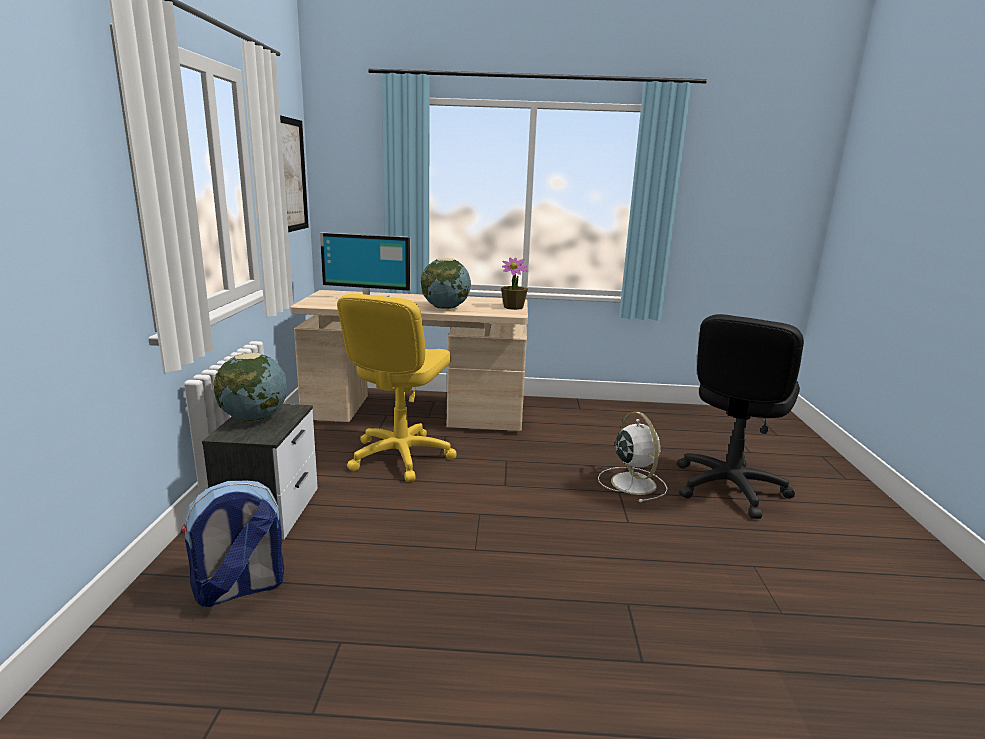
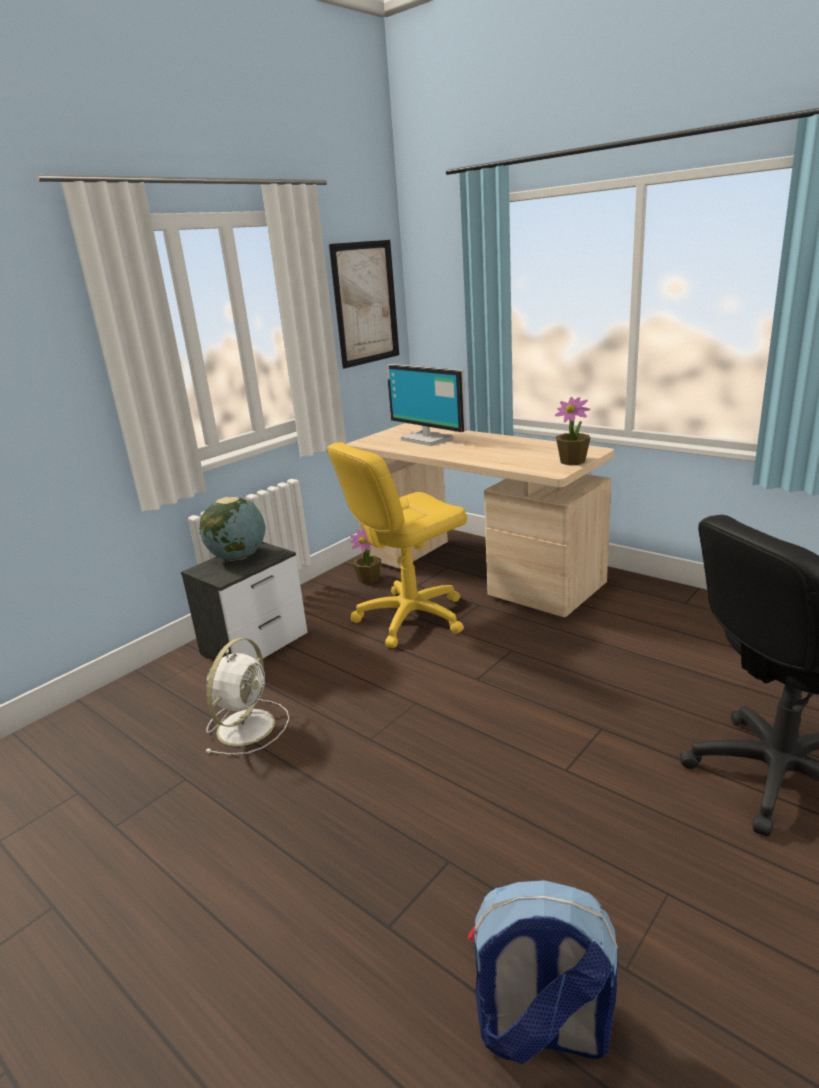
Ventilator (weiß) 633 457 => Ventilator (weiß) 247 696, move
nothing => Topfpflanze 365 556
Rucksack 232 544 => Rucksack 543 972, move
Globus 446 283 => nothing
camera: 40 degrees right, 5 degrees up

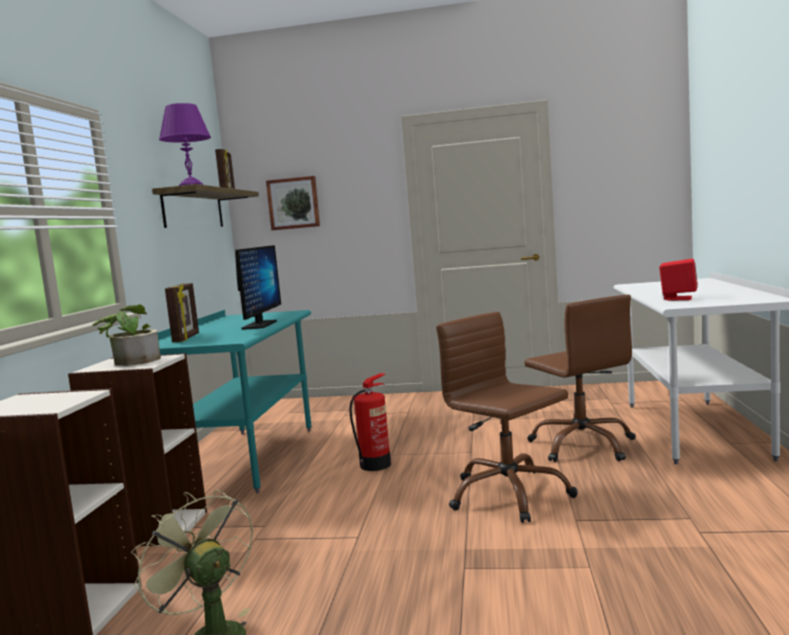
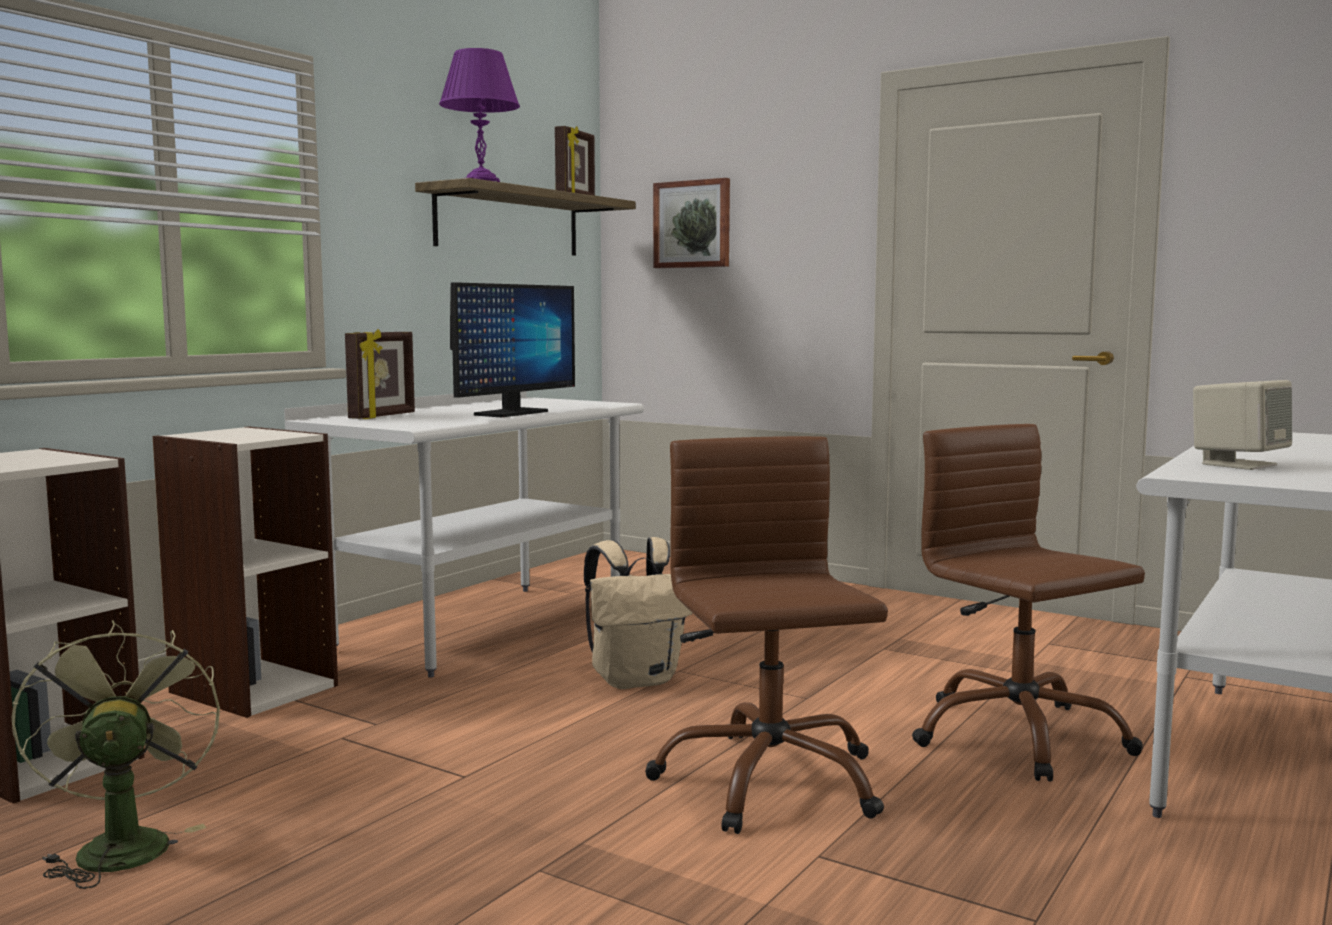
Schreibtisch (türkis) 235 401 => Schreibtisch (weiß) 464 534
Feuerlöscher 370 422 => Rucksack (beige) 638 613
Bürostuhl (braun) 580 378 => Bürostuhl (braun) 1028 602, 150 degrees clockwise
Lautsprecher (rot) 678 280 => Lautsprecher (beige) 1242 425
Topfpflanze 126 335 => nothing
camera: 25 degrees right, 0 degrees up

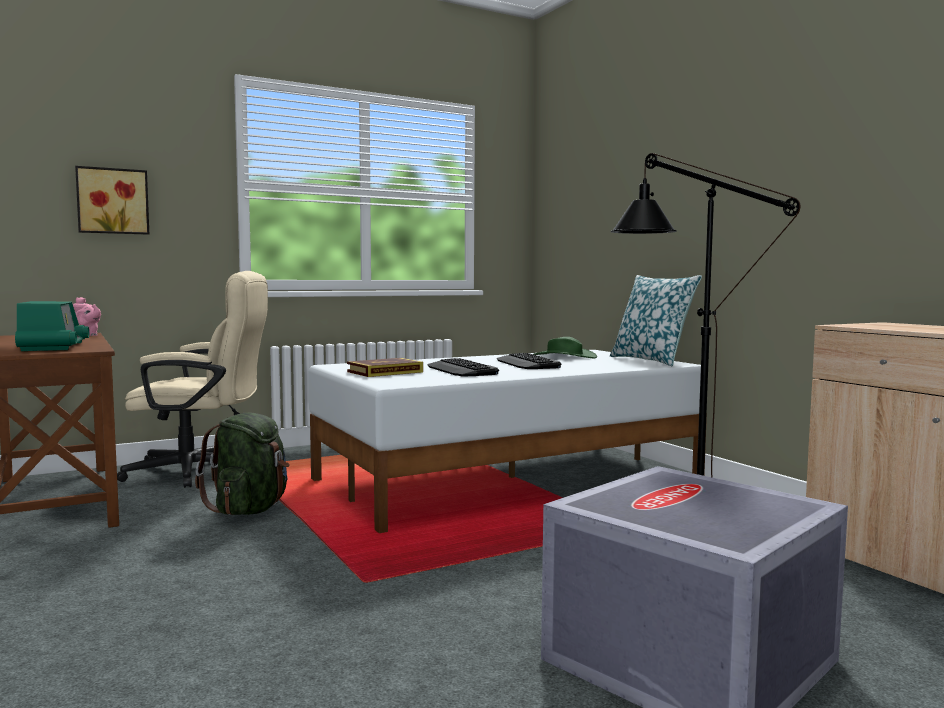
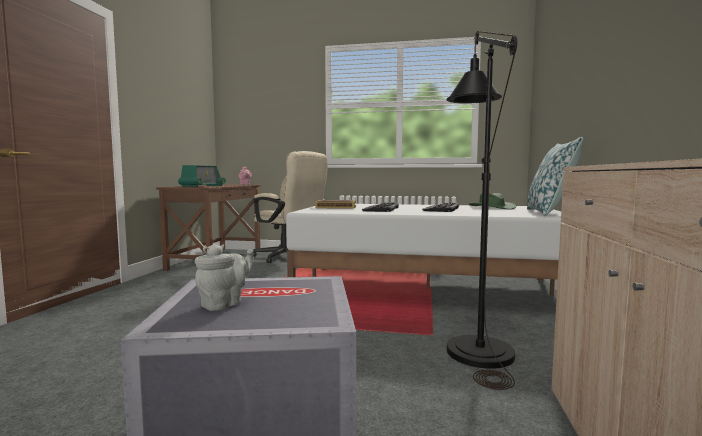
nothing => Teekanne (grau) 224 277
Bild 112 200 => nothing
Rucksack (grün) 242 464 => nothing
camera: 40 degrees right, 0 degrees up

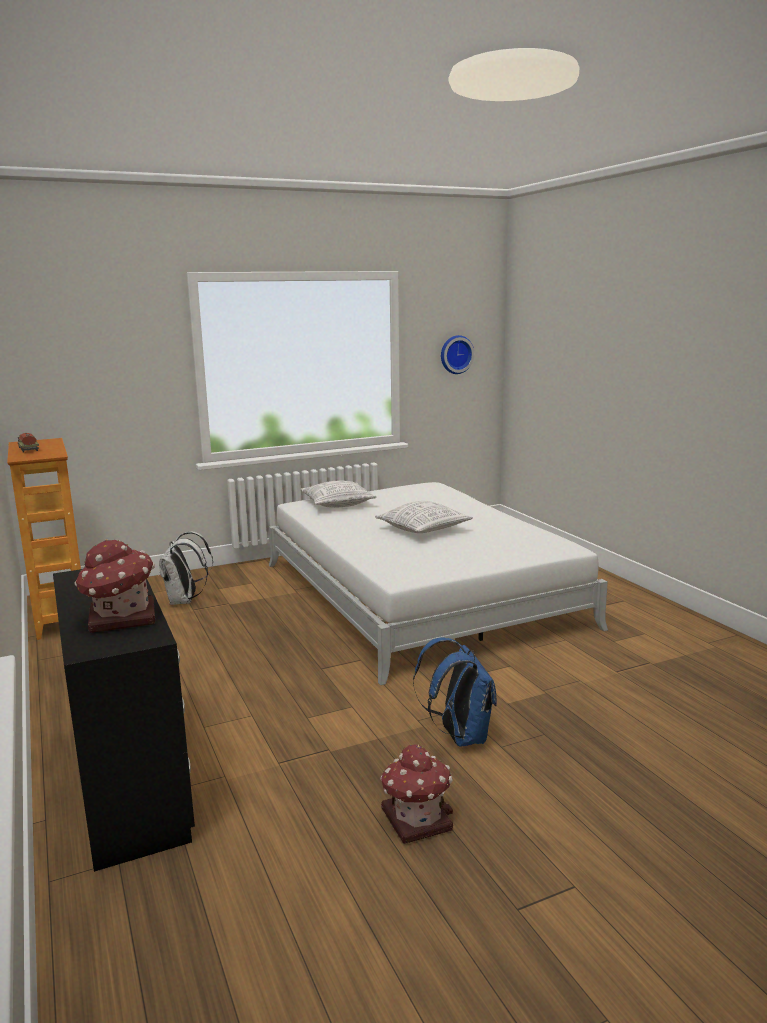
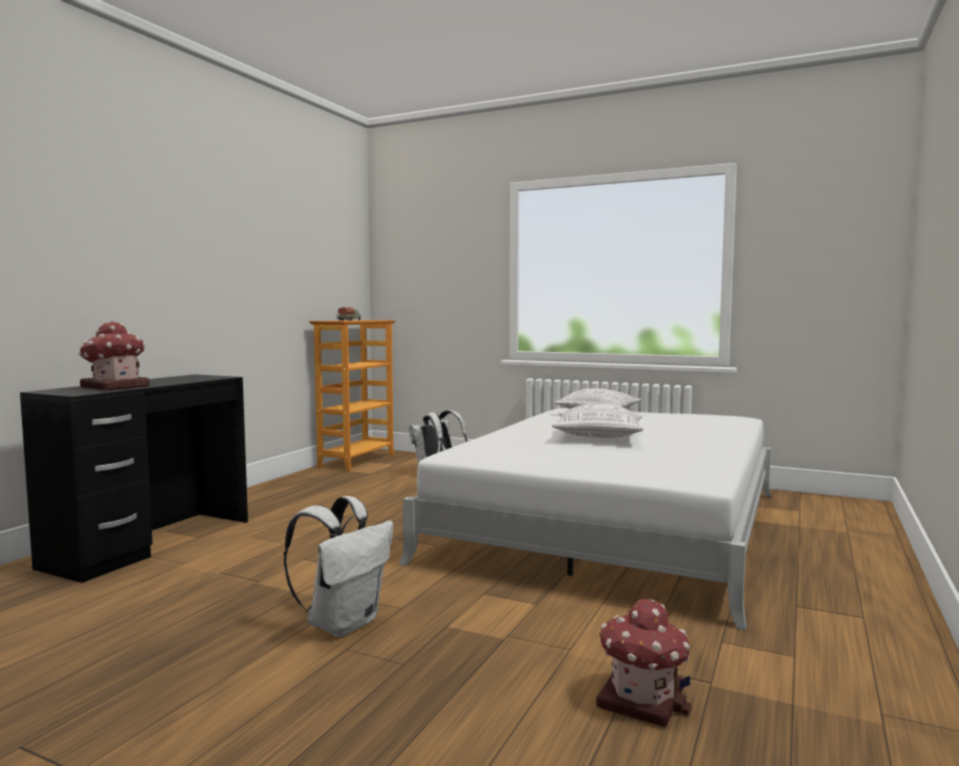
Rucksack (blau) 455 692 => Rucksack (weiß) 338 566
Spielzeughaus 416 794 => Spielzeughaus 644 662, move
Wanduhr 458 354 => nothing
camera: 50 degrees right, 10 degrees down

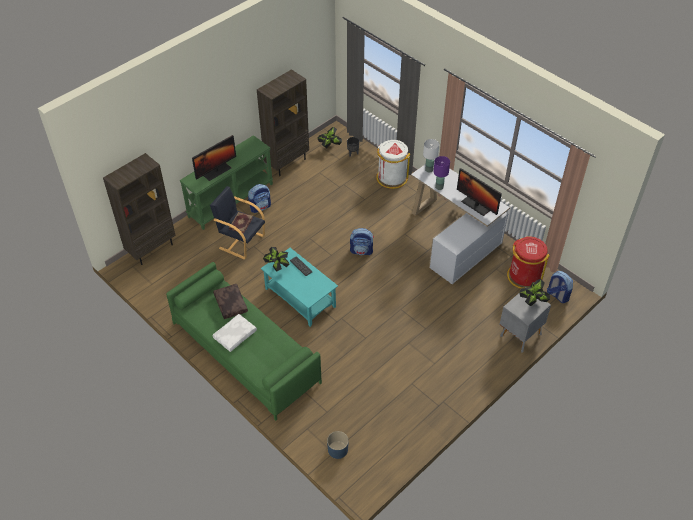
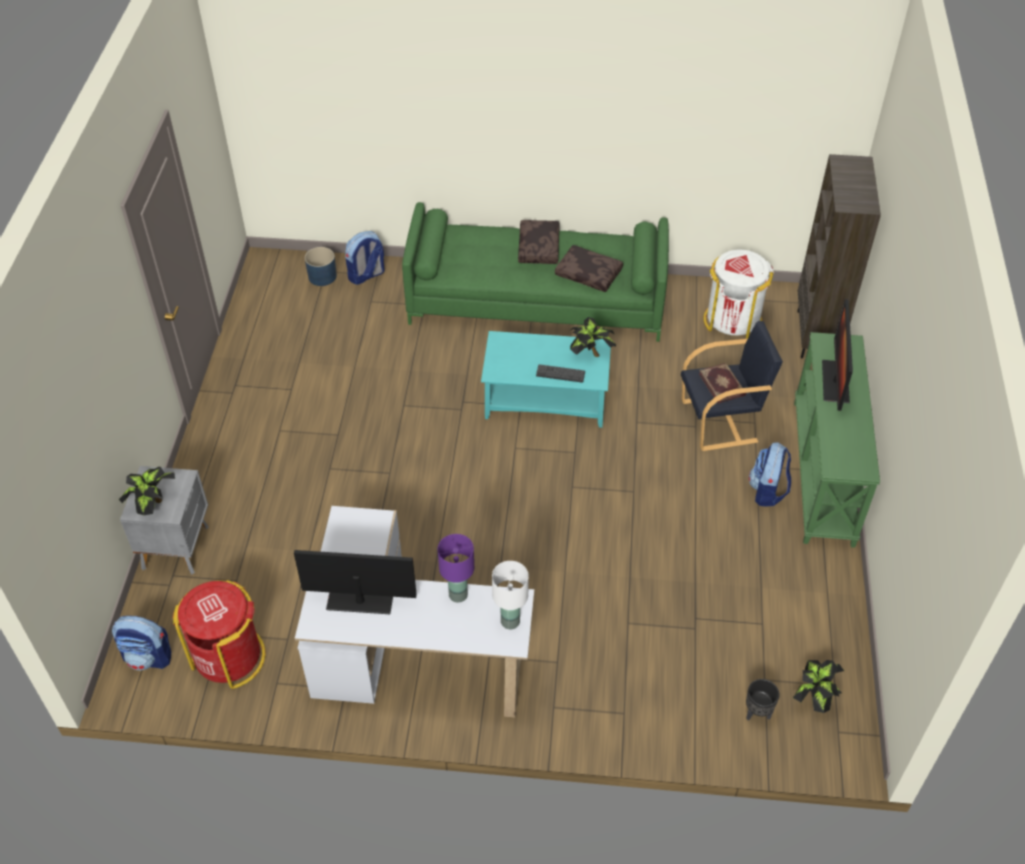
Rucksack 362 241 => Rucksack 365 258, move
Kissen (weiß) 234 333 => Kissen (braun) 539 242
Mülleimer (weiß) 393 164 => Mülleimer (weiß) 738 294, move
Bücherregal (braun) 283 122 => nothing
camera: 140 degrees right, 0 degrees up

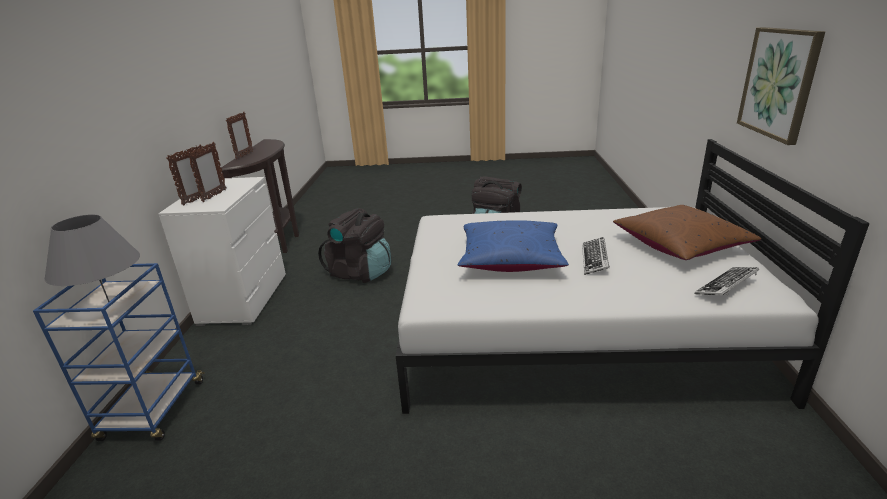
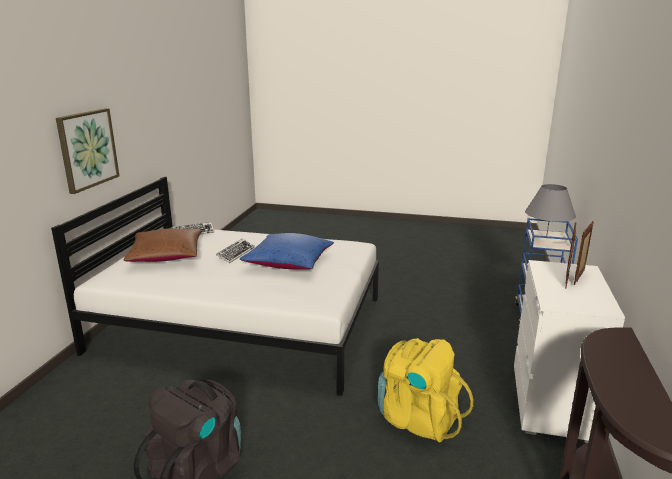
Rucksack (schwarz) 354 245 => Rucksack (gelb) 425 390
Bilderrahmen 239 135 => nothing
camera: 170 degrees left, 5 degrees down

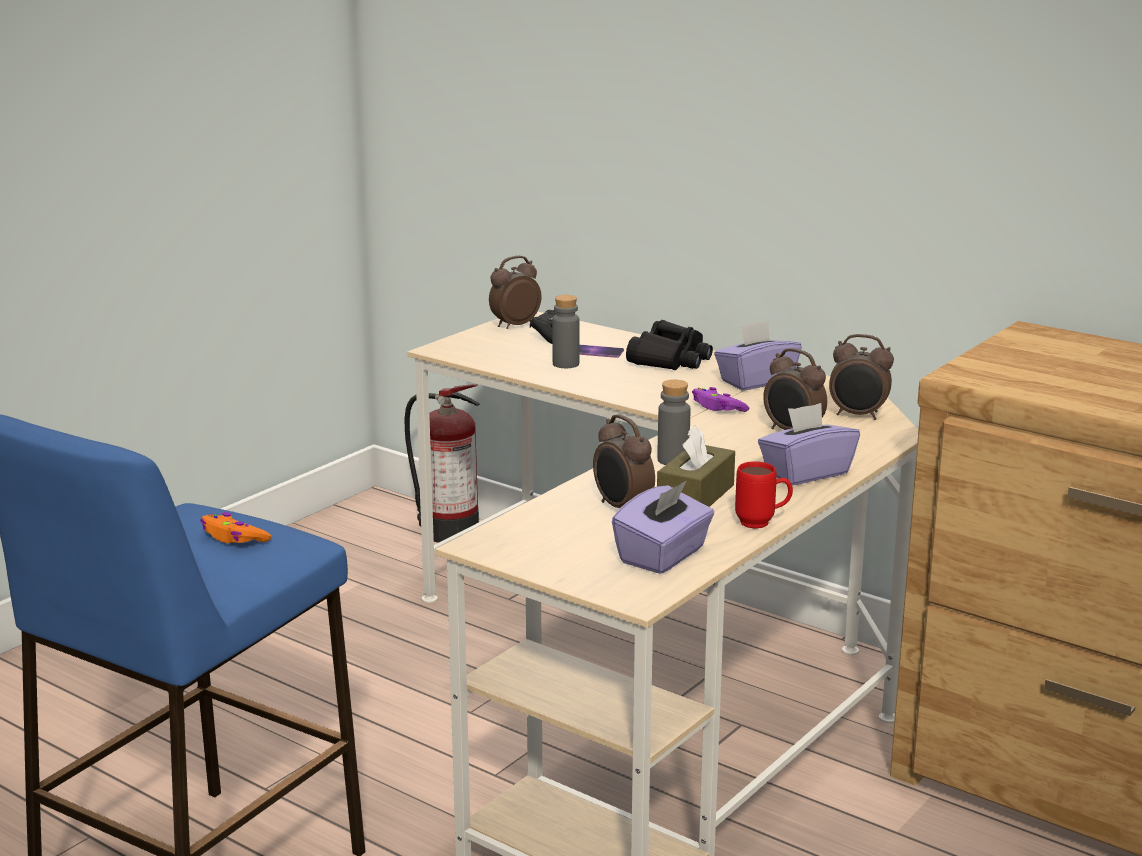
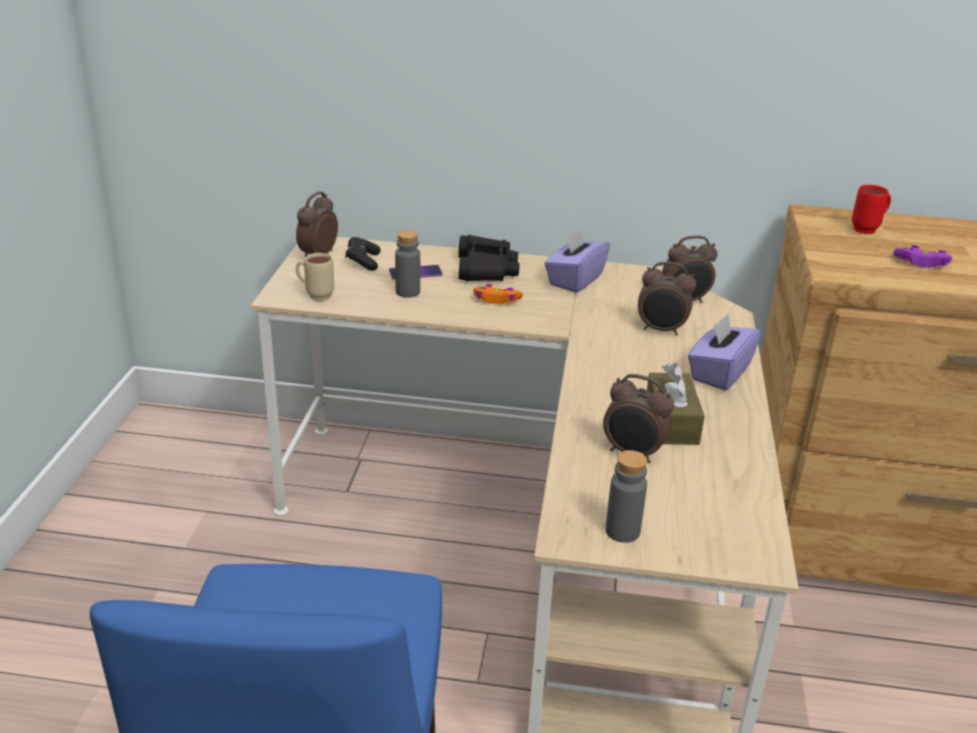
nothing => Henkelbecher (beige) 315 277
Gamepad (orange) 235 527 => Gamepad (orange) 498 294, move
Flasche (grau) 674 422 => Flasche (grau) 626 496, move
Henkelbecher (rot) 764 495 => Henkelbecher (rot) 871 209, move
Gamepad (lila) 720 399 => Gamepad (lila) 922 256, move
Feuerlöscher 442 463 => nothing
Taschentuchbox (lila) 663 527 => nothing
camera: 30 degrees left, 10 degrees up

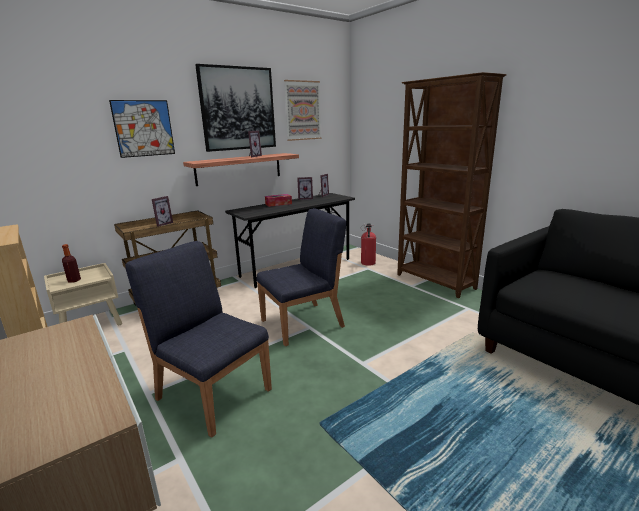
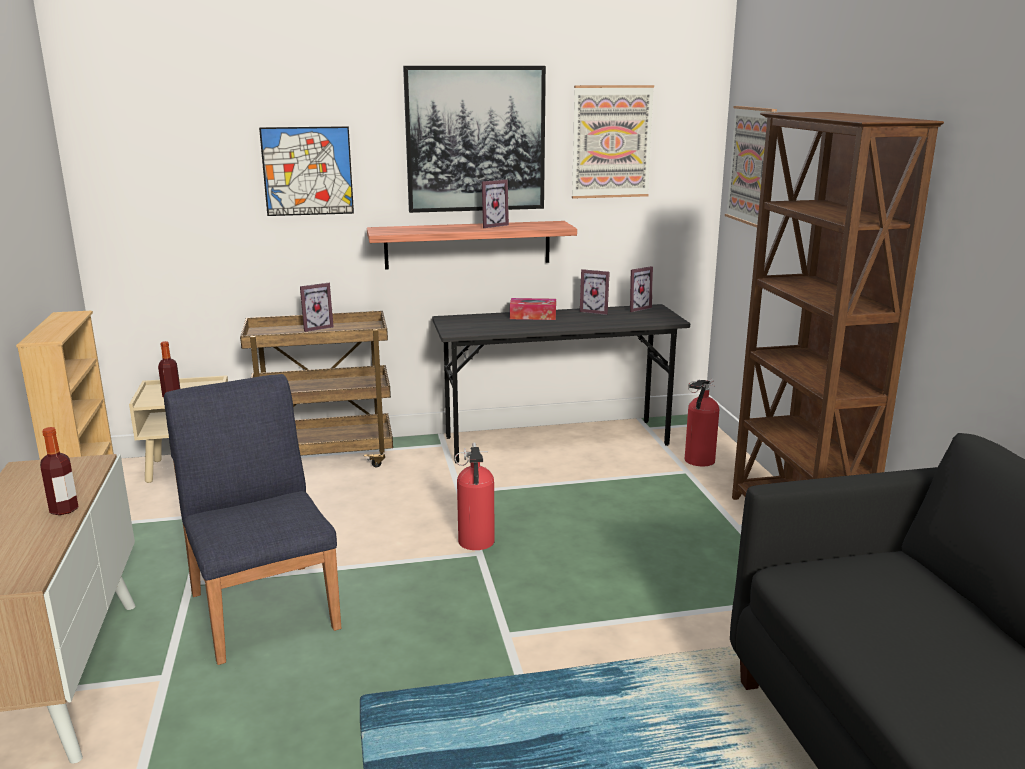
nothing => Flasche 59 471
Stuhl (blau) 301 277 => Feuerlöscher 475 496
nothing => Bild 751 167
camera: 25 degrees right, 0 degrees up

